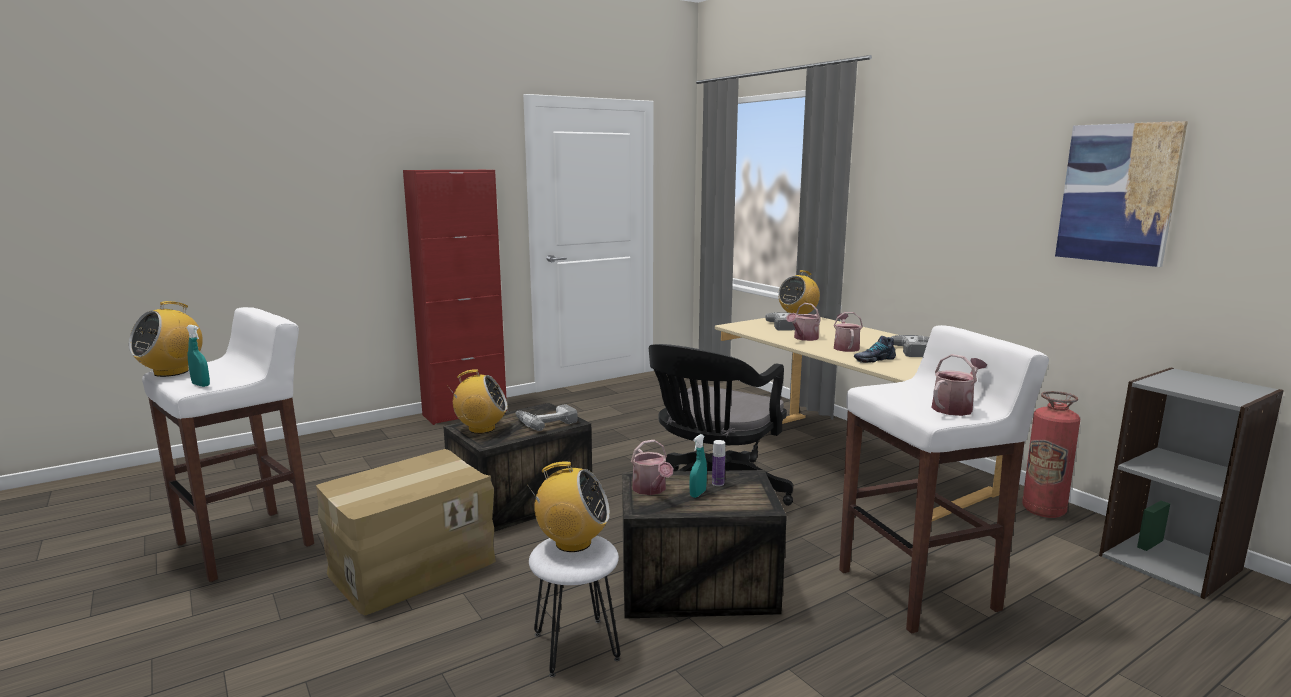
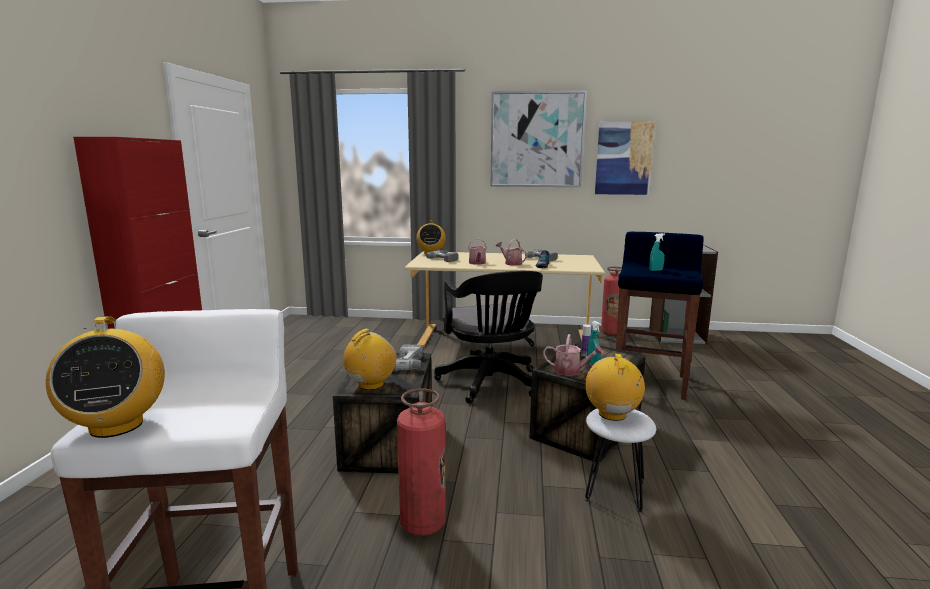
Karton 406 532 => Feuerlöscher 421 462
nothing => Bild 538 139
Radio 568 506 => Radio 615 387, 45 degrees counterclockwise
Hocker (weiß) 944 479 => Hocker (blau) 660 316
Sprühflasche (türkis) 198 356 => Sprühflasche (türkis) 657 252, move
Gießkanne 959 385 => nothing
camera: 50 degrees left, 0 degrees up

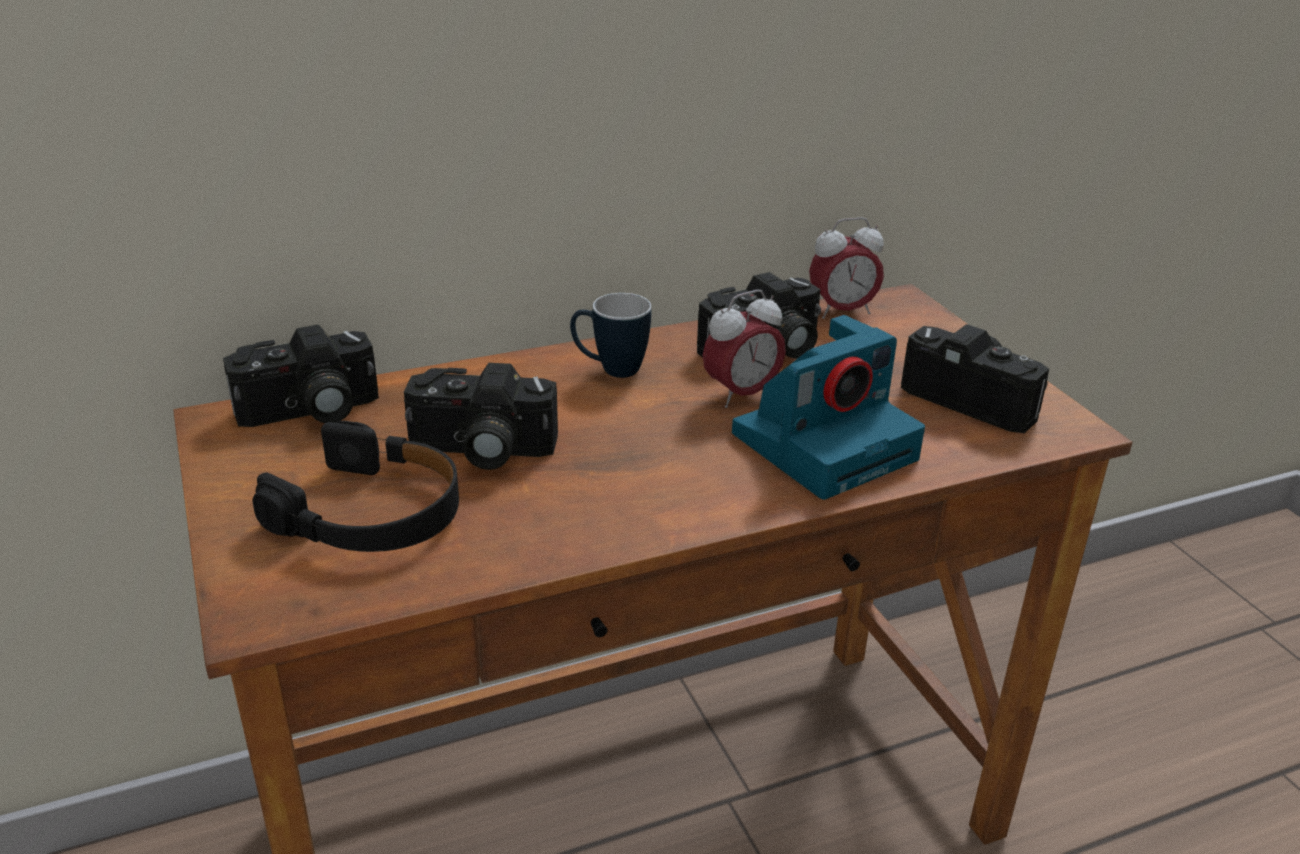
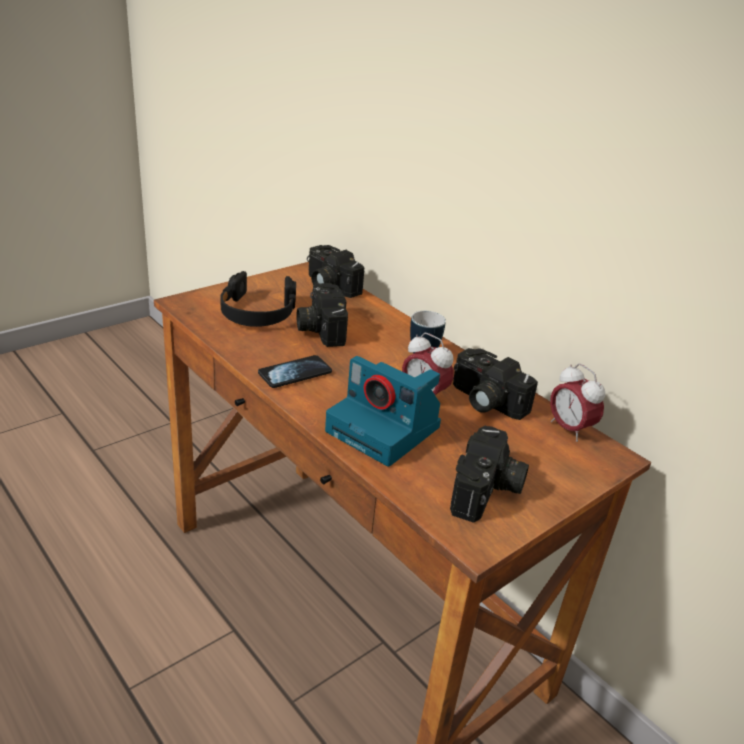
nothing => Handy 295 371
camera: 70 degrees right, 0 degrees up

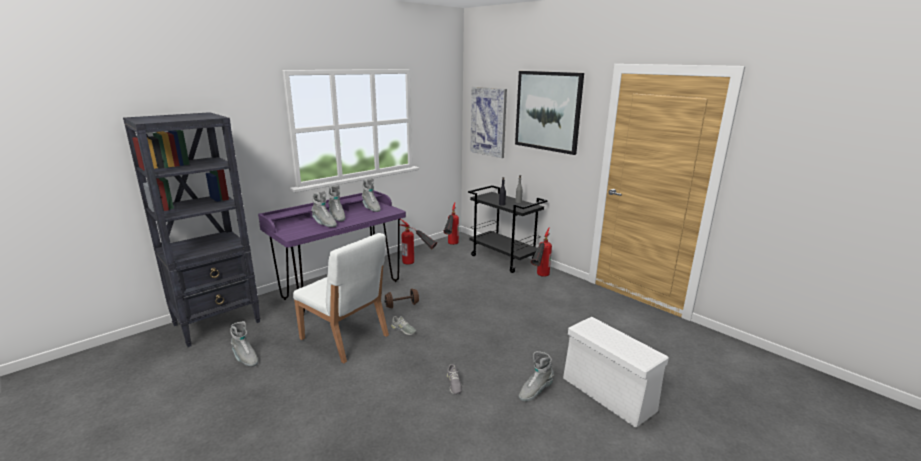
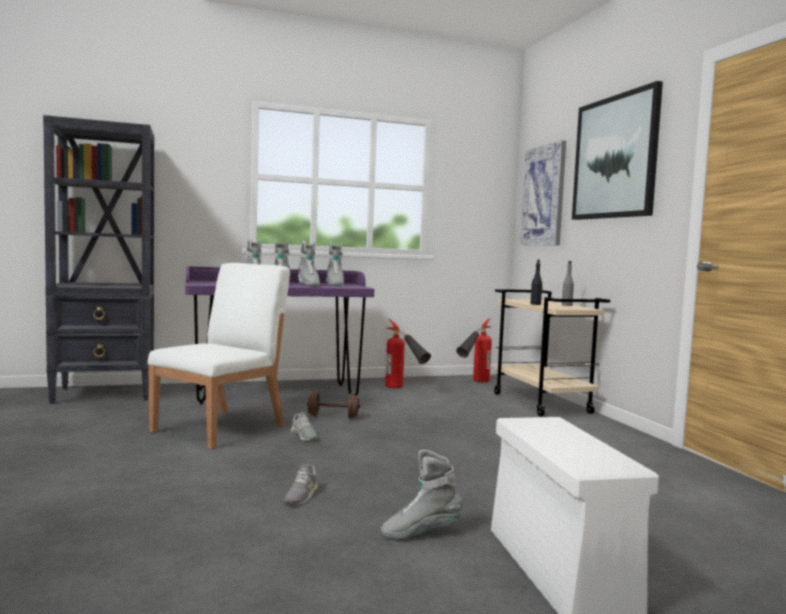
Stuhl (weiß) 341 298 => Stuhl (weiß) 219 356, 120 degrees counterclockwise
Stiefel (grau) 244 344 => Stiefel (grau) 309 264, move
Rollwagen (schwarz) 507 229 => Rollwagen (beige) 552 352
Feuerlöscher 541 252 => nothing
camera: 25 degrees right, 15 degrees down

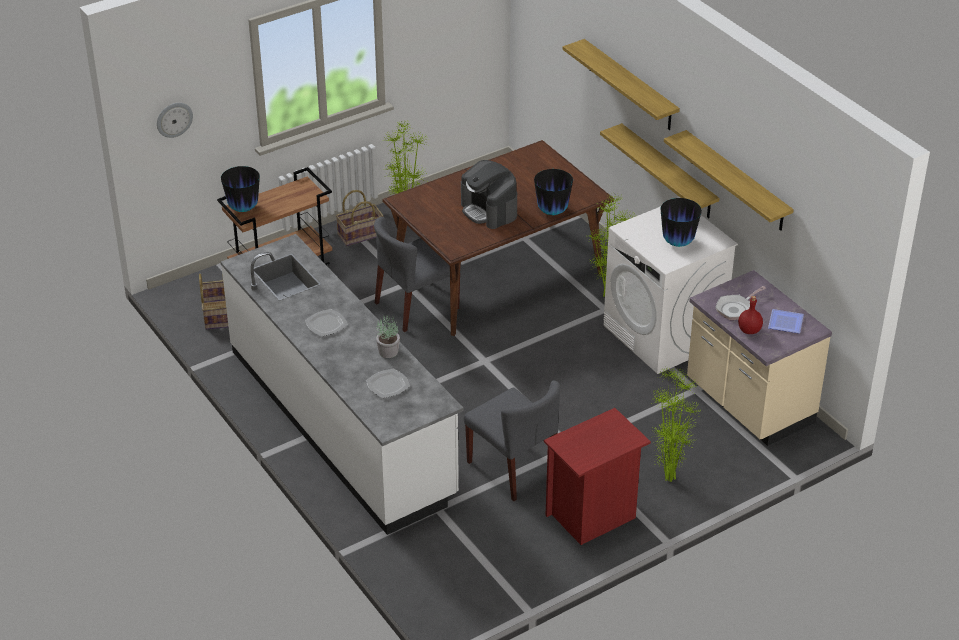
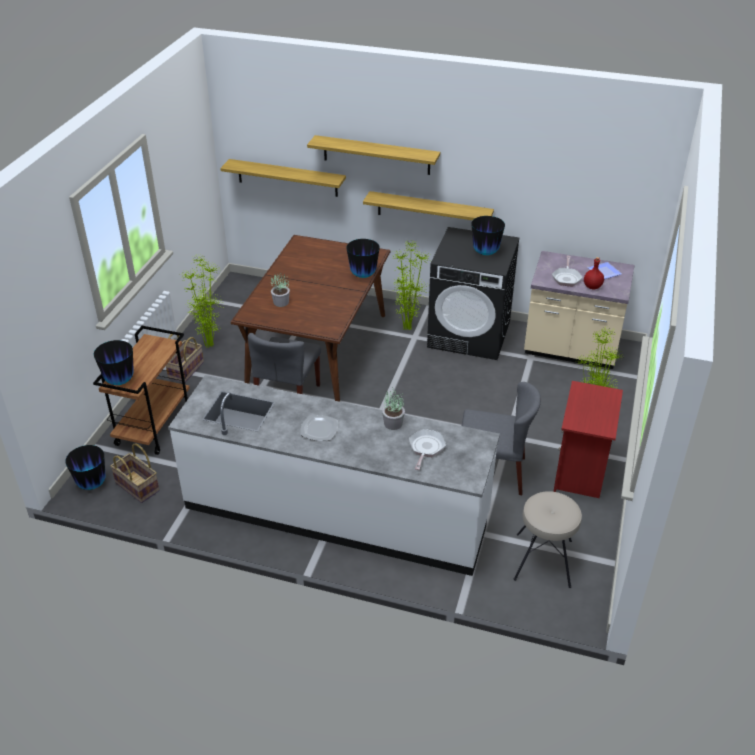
nothing => Vase 85 467
Wandregal 729 180 => Wandregal 283 178, move
nothing => Topfpflanze 280 290
Teller 388 383 => Pfanne 427 449
Waschmaschine (weiß) 670 290 => Waschmaschine (schwarz) 473 293
nothing => Hocker (beige) 547 539
Wanduhr 175 120 => nothing
Kaffeemaschine 489 194 => nothing
camera: 40 degrees left, 0 degrees up

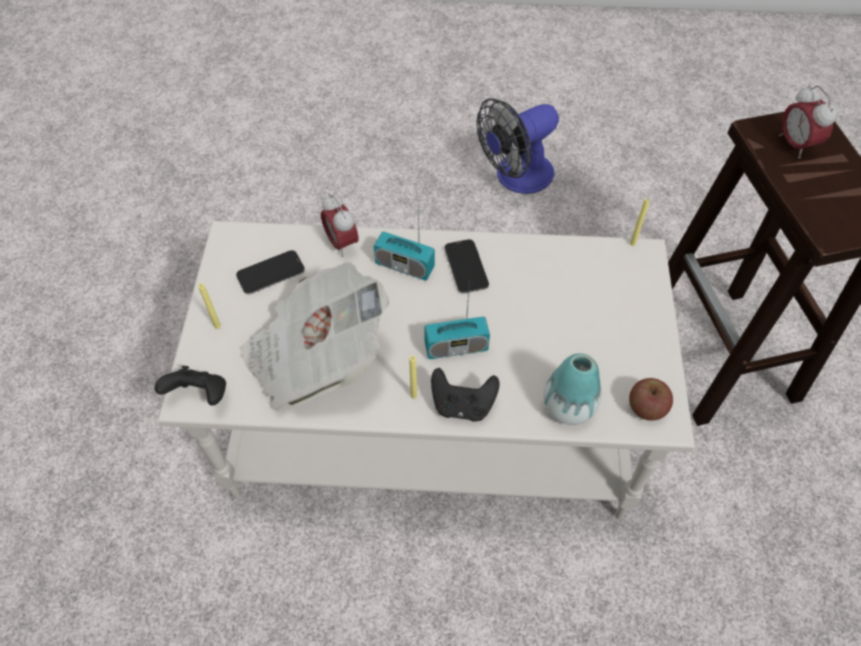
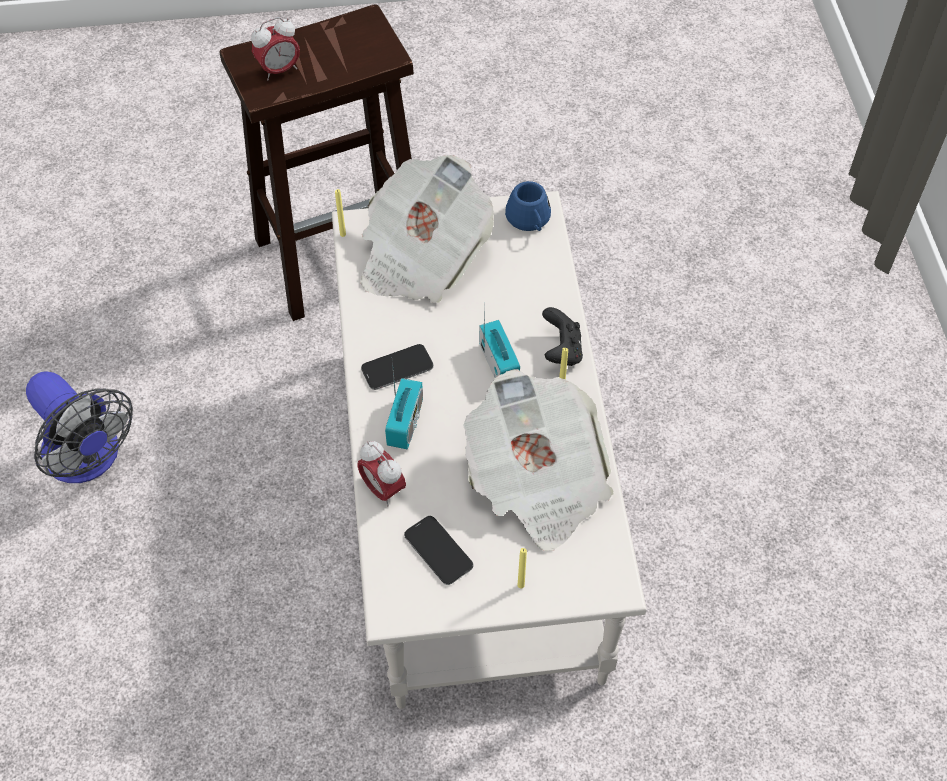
Wecker 340 225 => Wecker 381 473, 90 degrees clockwise
nothing => Zeitung 427 229
Apfel 651 399 => Henkelbecher (blau) 528 206
Gamepad (schwarz) 190 385 => nothing
Vase 572 389 => nothing
camera: 100 degrees left, 0 degrees up

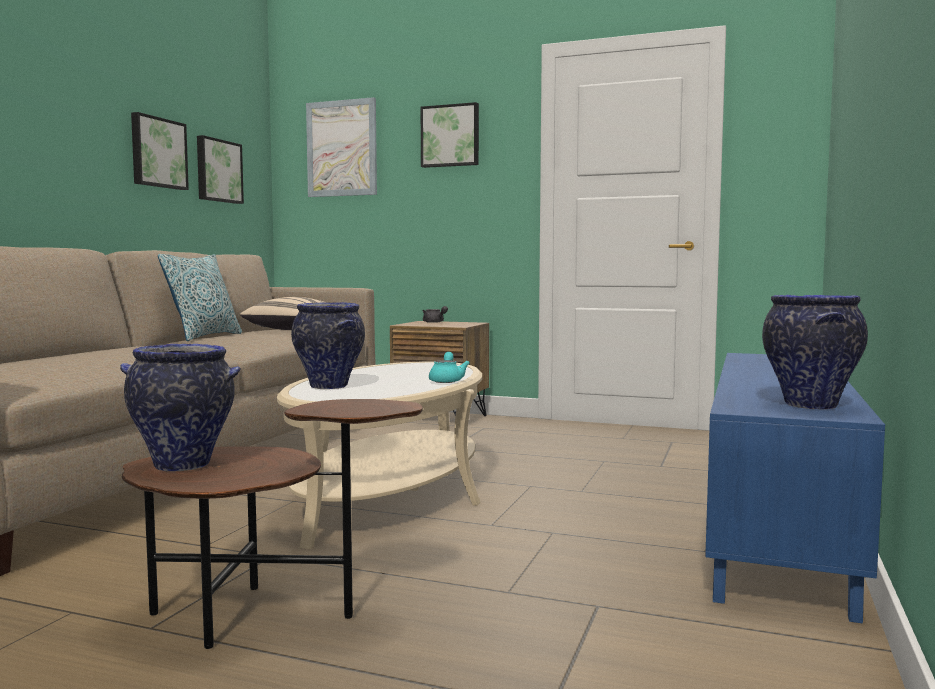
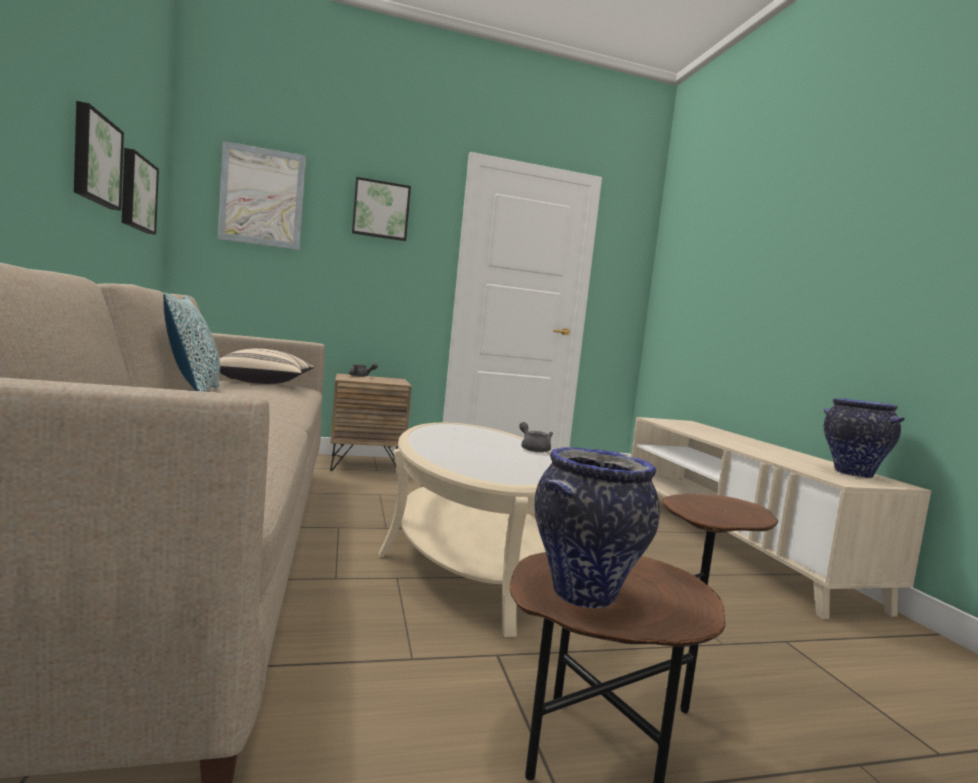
Teekanne (türkis) 449 367 => Teekanne (grau) 536 437
Fernsehschrank (blau) 795 488 => Fernsehschrank (beige) 781 518
Vase 328 345 => nothing
camera: 35 degrees left, 0 degrees up

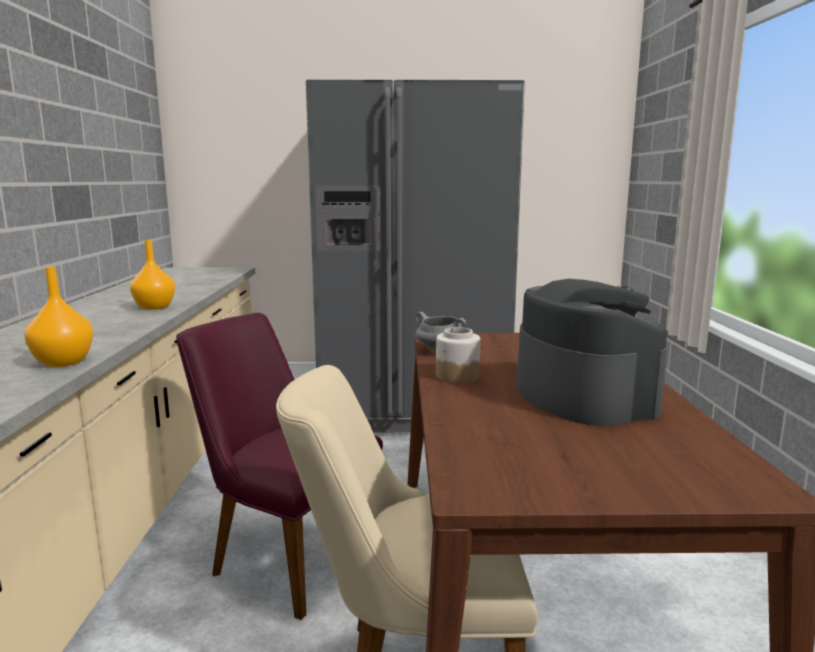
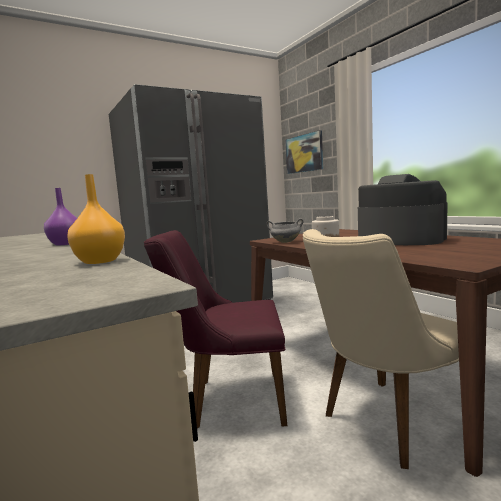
Vase (orange) 152 275 => Vase (lila) 60 216
nothing => Bild 304 152
camera: 30 degrees left, 5 degrees down

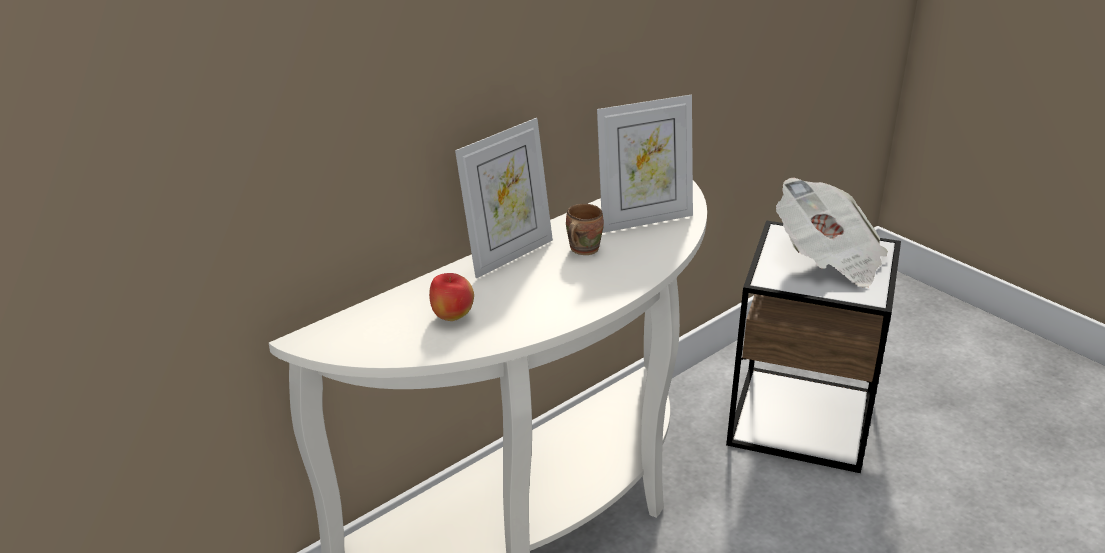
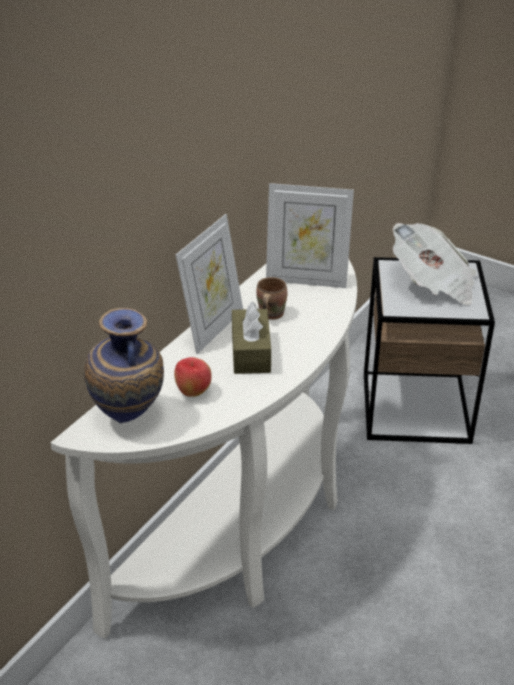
nothing => Vase 124 365
nothing => Taschentuchbox (braun) 251 337
Bilderrahmen 645 164 => Bilderrahmen 310 235, 45 degrees clockwise
camera: 15 degrees left, 5 degrees up

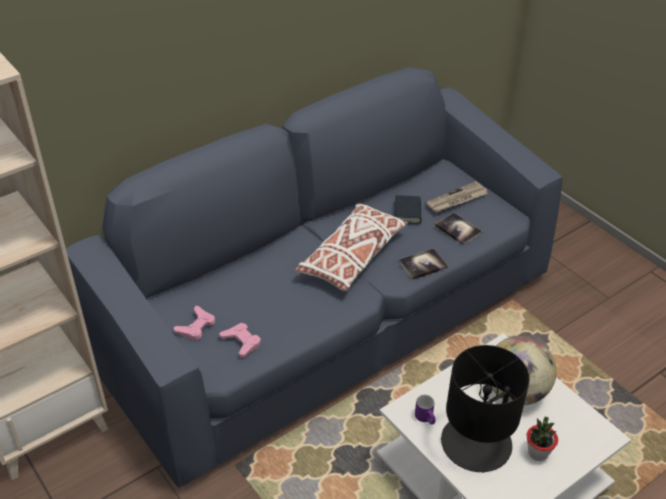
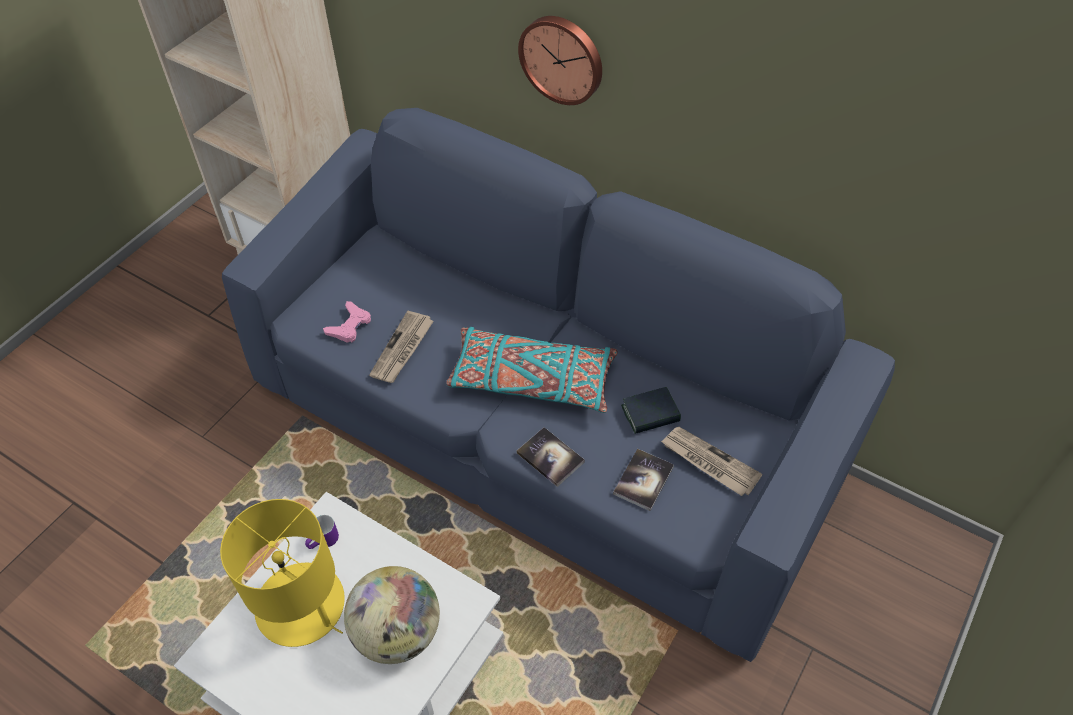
Tischlampe (schwarz) 485 409 => Tischlampe (gelb) 282 573
nothing => Zeitung 401 347
Kissen (weiß) 351 247 => Kissen (türkis) 532 370
nothing => Wanduhr 560 60
Gamepad (rosa) 194 323 => nothing
Topfpflanze 542 439 => nothing
camera: 70 degrees right, 10 degrees up

